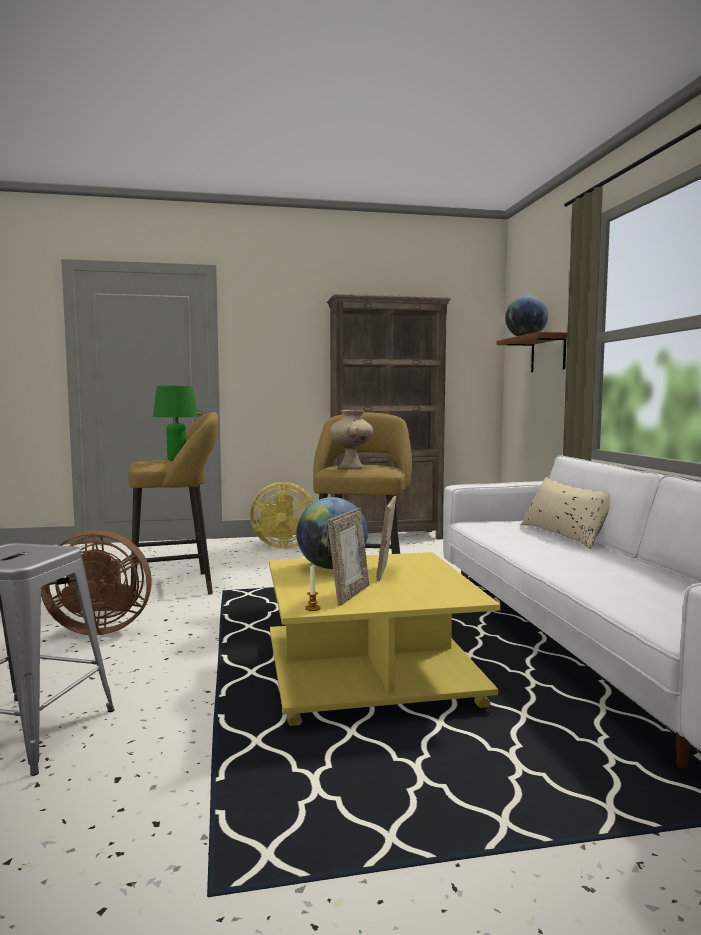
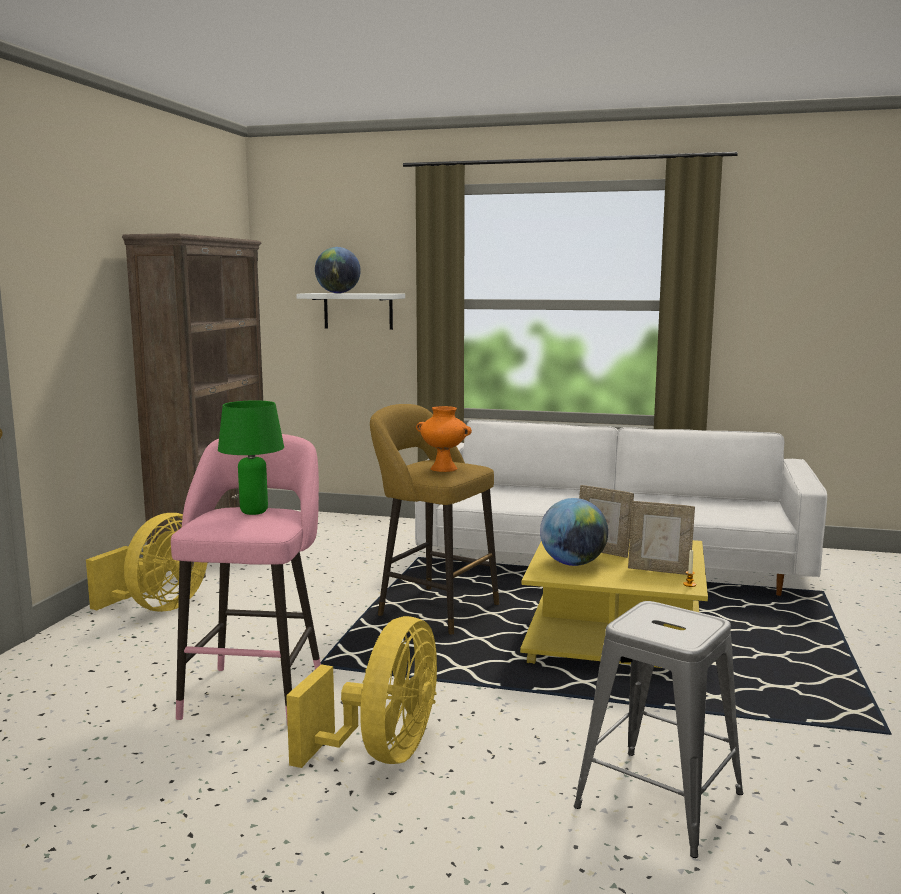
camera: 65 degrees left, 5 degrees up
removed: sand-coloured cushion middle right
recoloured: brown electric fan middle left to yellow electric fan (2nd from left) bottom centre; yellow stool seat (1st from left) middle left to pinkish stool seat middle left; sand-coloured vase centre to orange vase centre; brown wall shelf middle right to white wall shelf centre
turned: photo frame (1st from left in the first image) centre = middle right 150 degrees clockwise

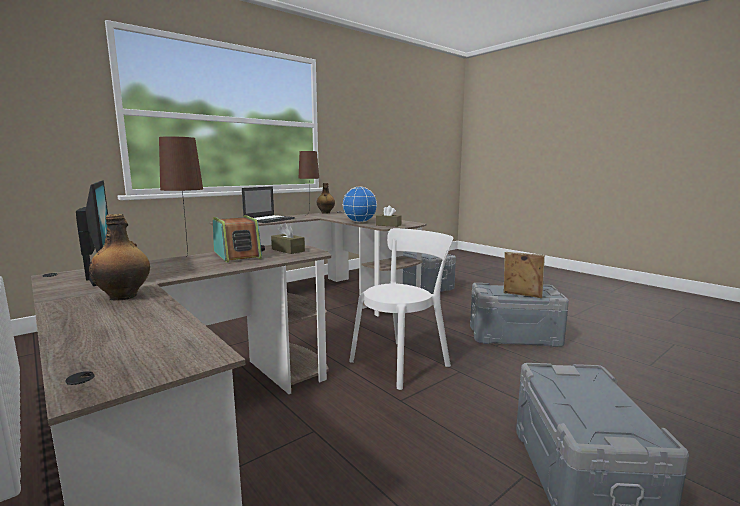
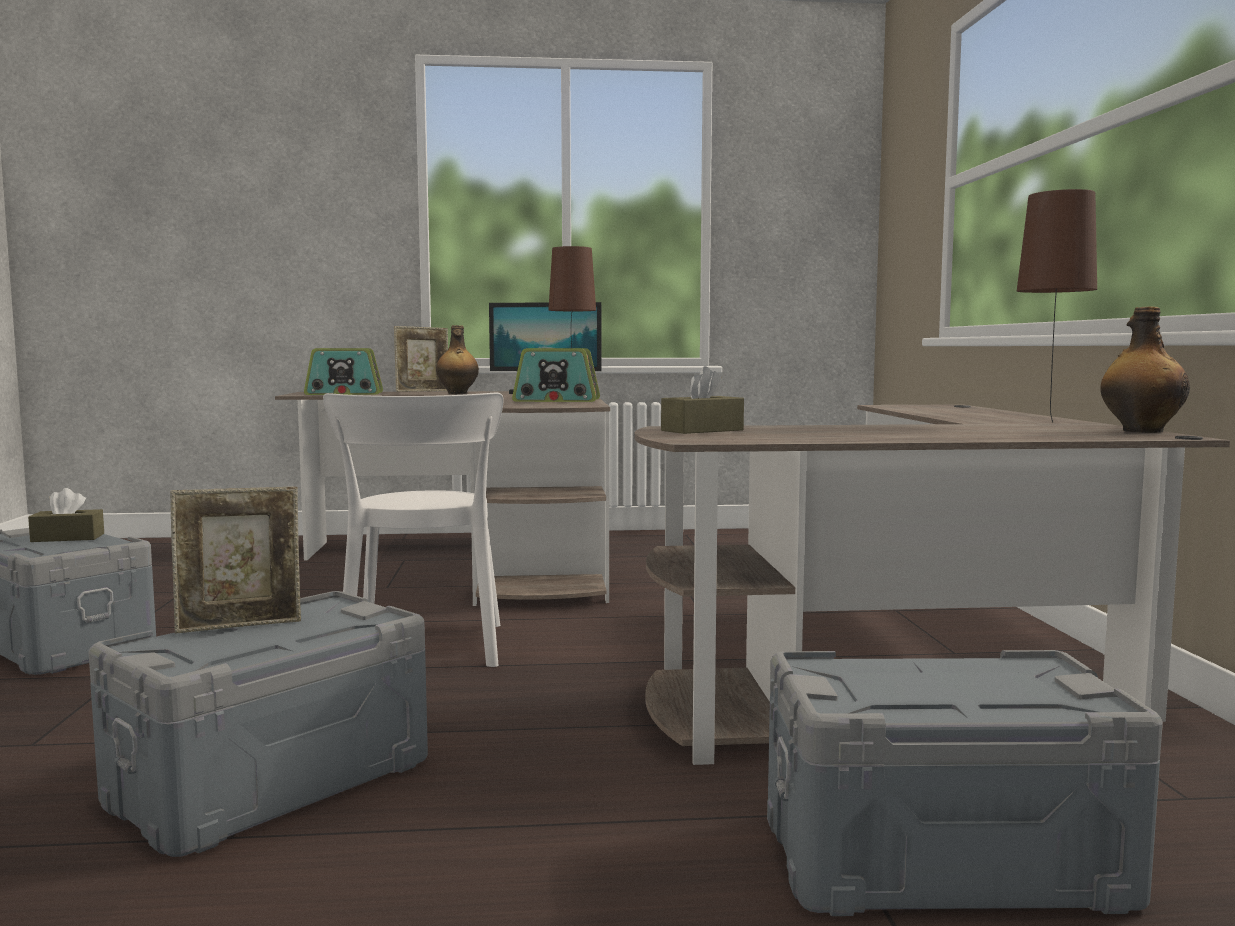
camera: 125 degrees right, 5 degrees down
removed: portable computer centre; world globe centre
added: radio set (1st from left) middle left; photo frame (2nd from left) centre
moved: brown box of tissues (1st from left) centre to middle left

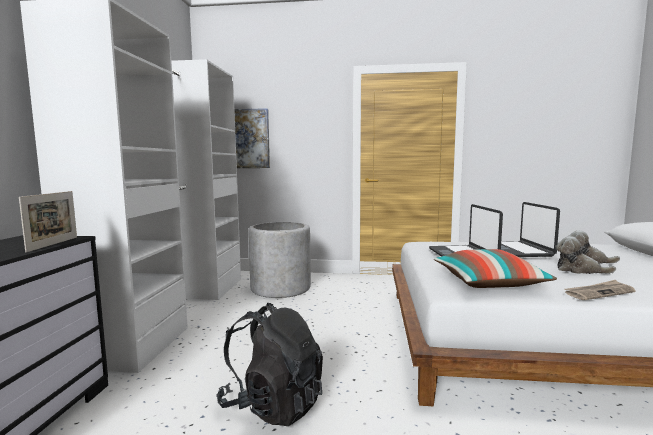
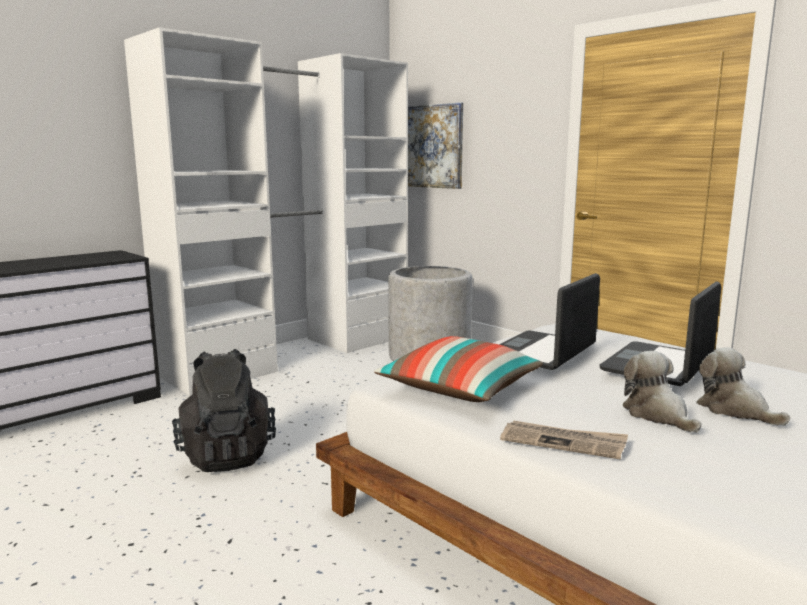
camera: 40 degrees right, 5 degrees up
removed: photo frame middle left

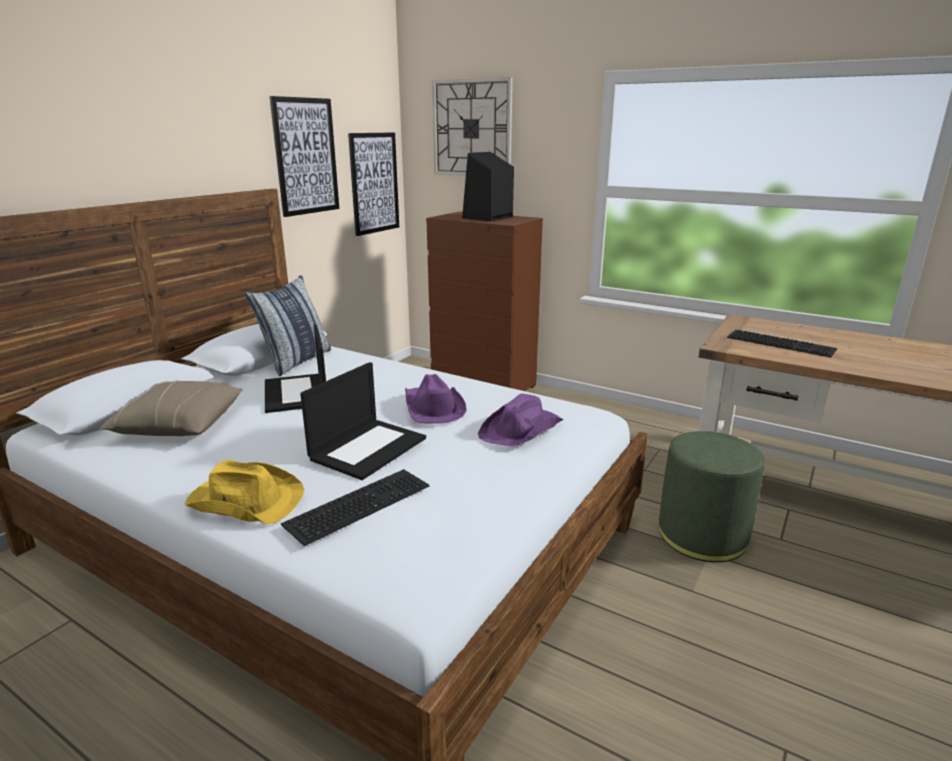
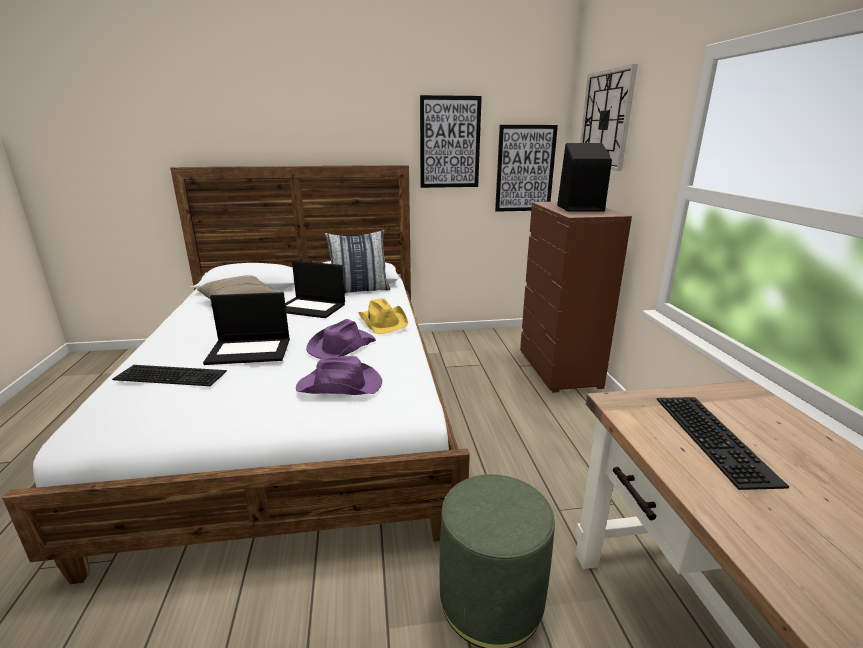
camera: 50 degrees right, 0 degrees up
moved: yellow wearable hat middle left to centre
turned: portable computer (1st from left in the first image) middle left = centre 105 degrees counterclockwise

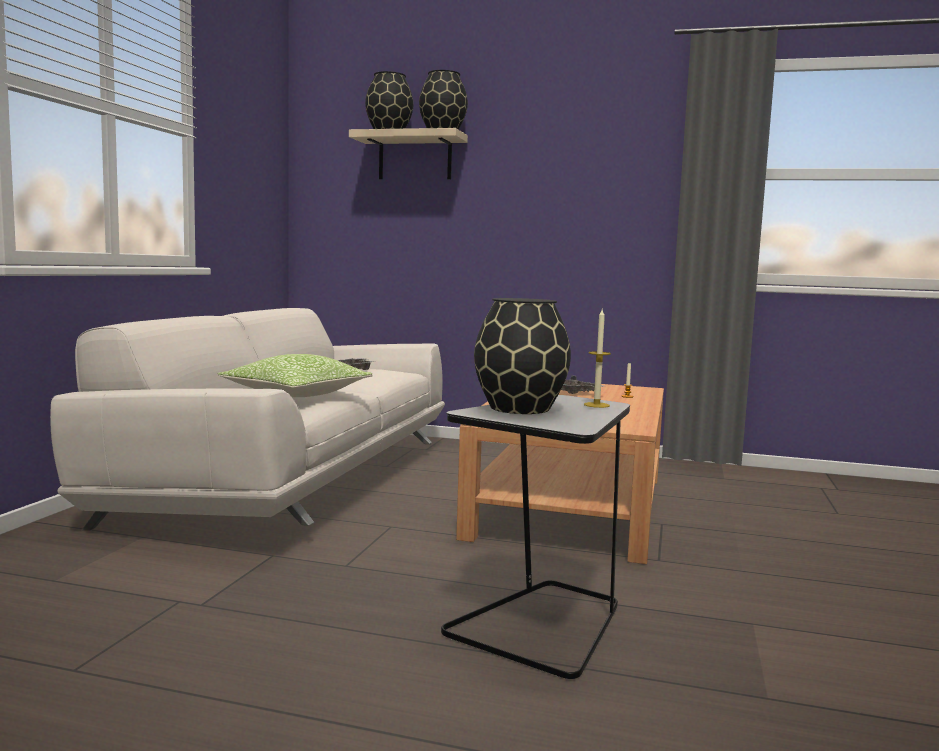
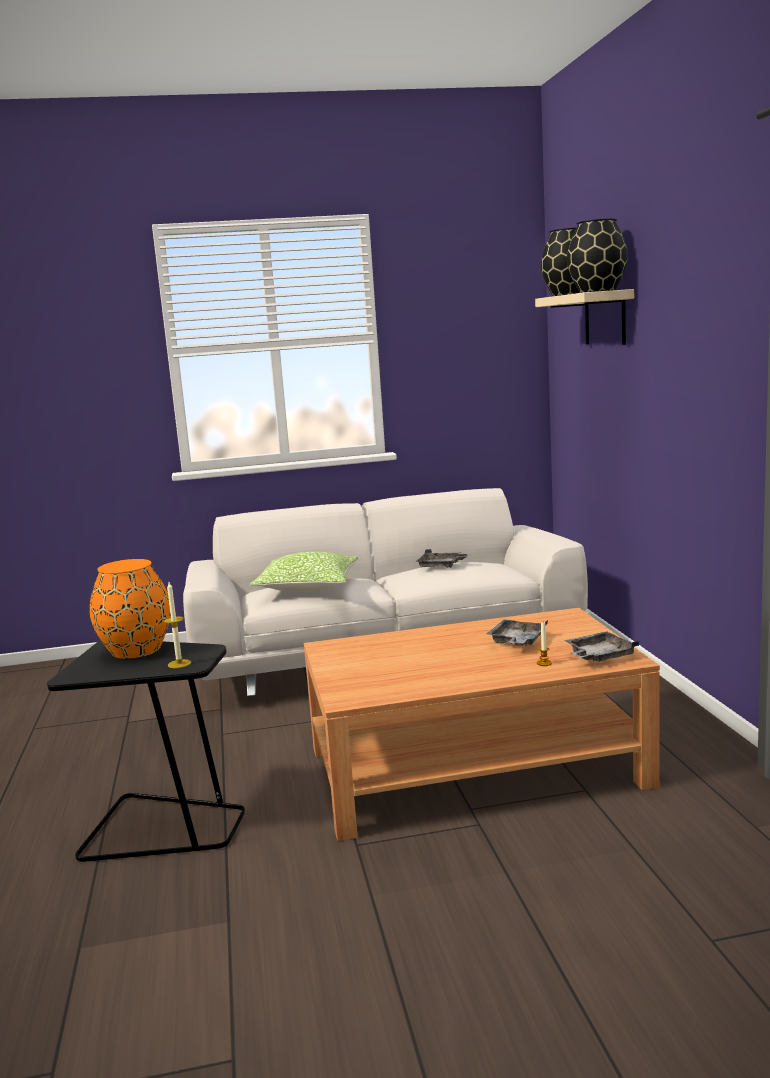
camera: 65 degrees right, 5 degrees up
added: greyish tray (3rd from left) middle right
recoloured: black vase (3rd from left) centre to orange vase middle left

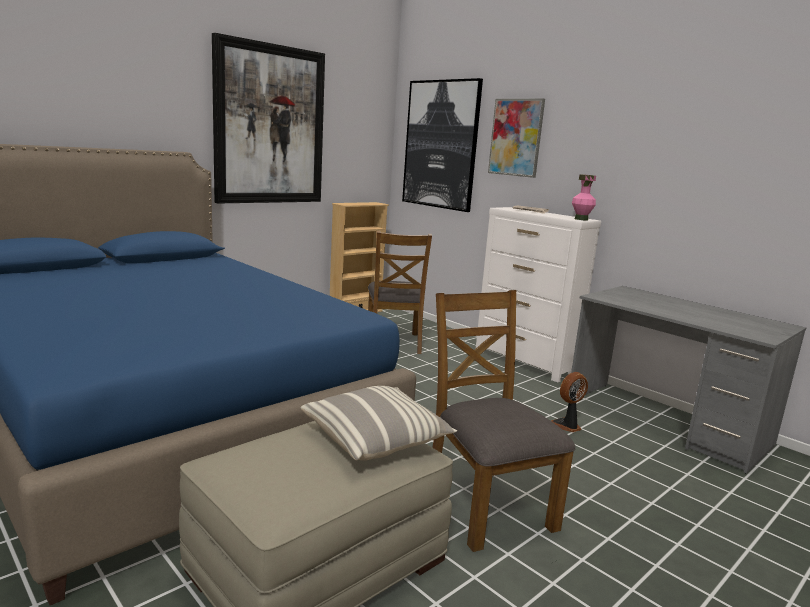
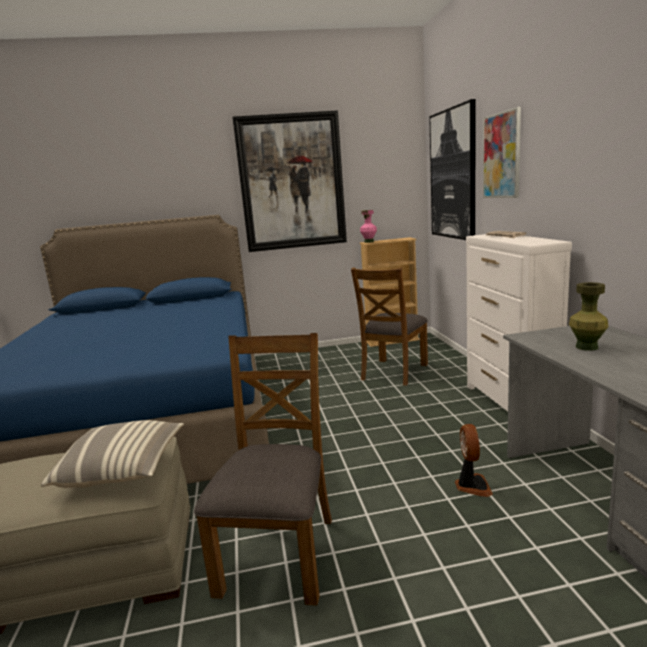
camera: 35 degrees right, 0 degrees up
added: greenish vase middle right
moved: pinkish vase top right to centre
turned: electric fan middle right = bottom right 90 degrees clockwise

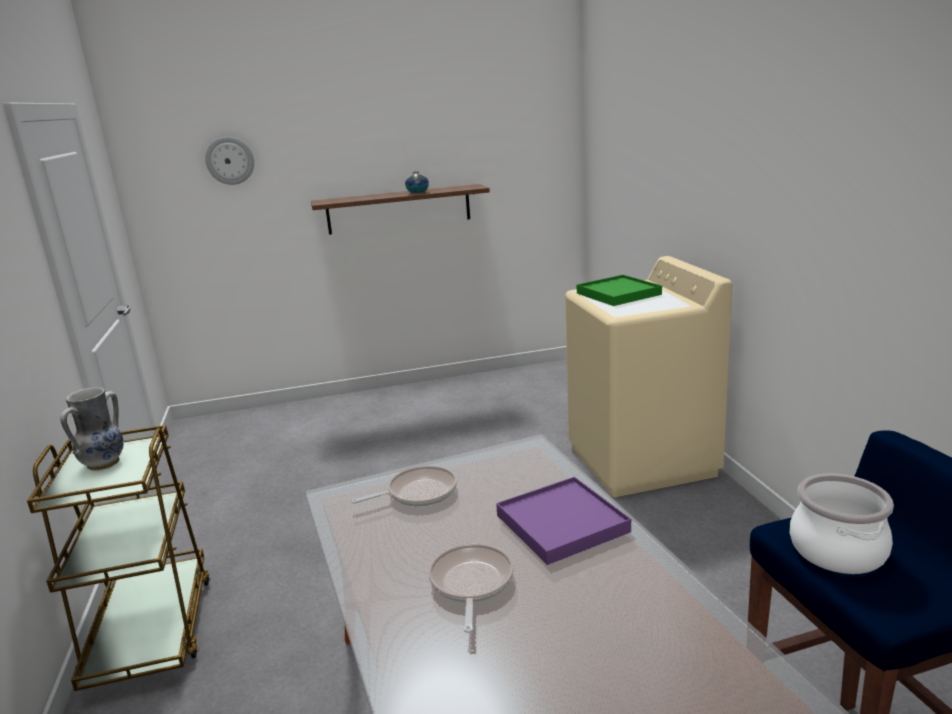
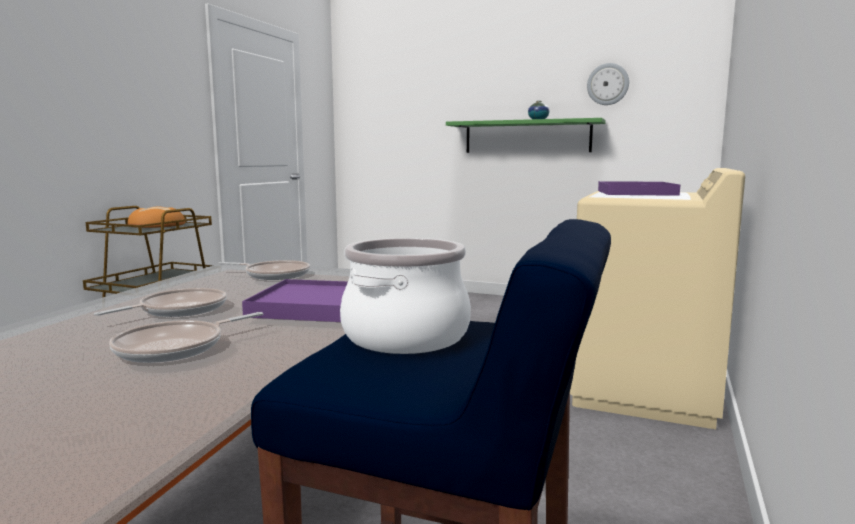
camera: 35 degrees right, 10 degrees down
added: frying pan (2nd from left) middle left
moved: clock on the wall top left to top right
replaced: vase (1st from left) middle left to baked bread middle left
recoloured: brown wall shelf top centre to greenish wall shelf top centre; greenish tray centre to purple tray (2nd from left) middle right

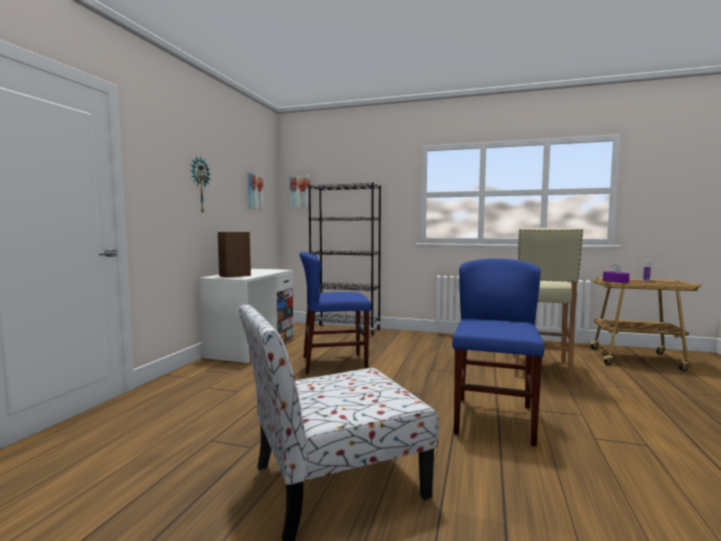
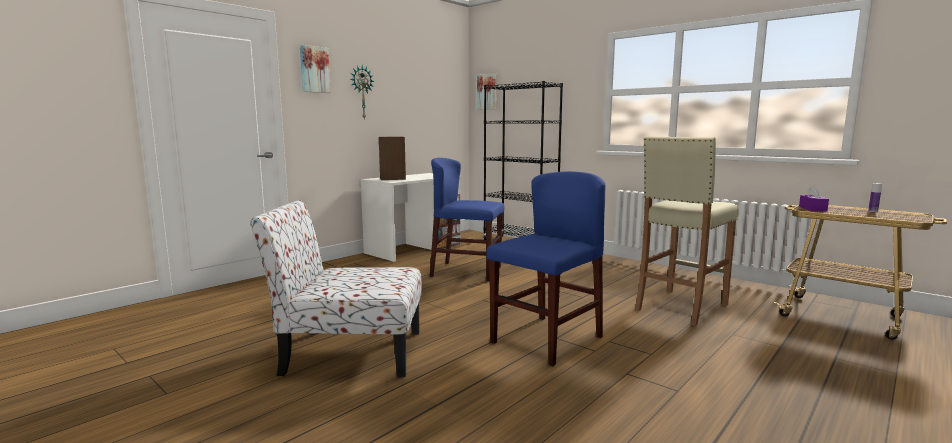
camera: 25 degrees right, 5 degrees up
moved: wall art (1st from left) centre to top left

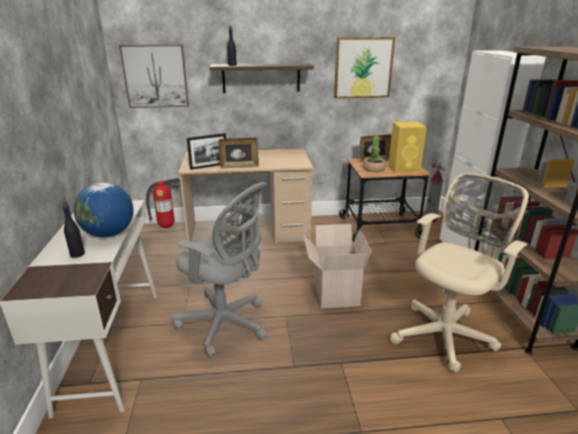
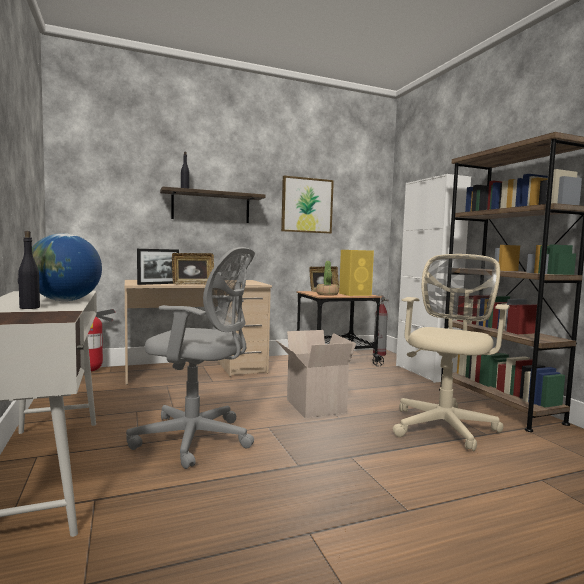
camera: 15 degrees left, 20 degrees down
removed: wall art (1st from left) top left

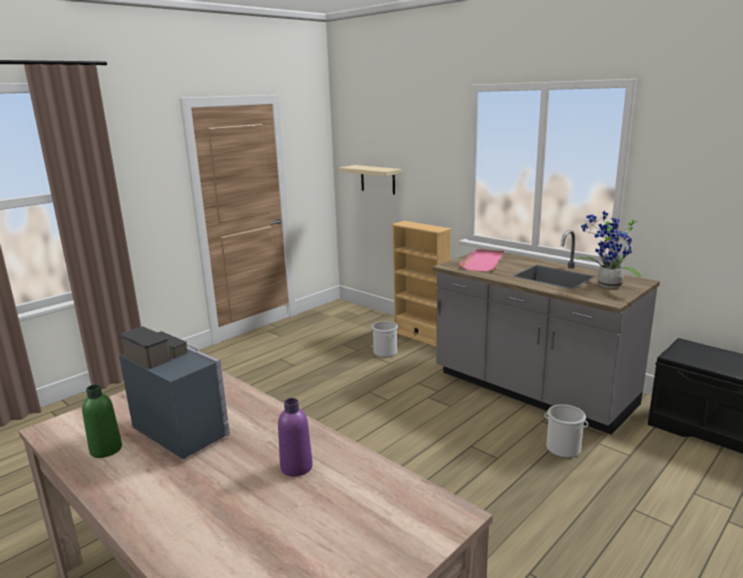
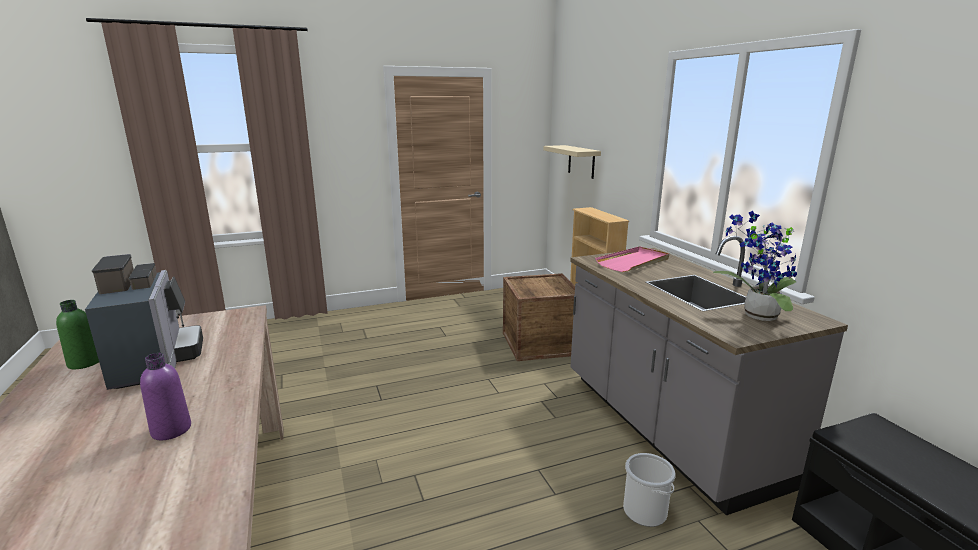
camera: 25 degrees right, 0 degrees up
replaced: bucket (1st from left) centre to shipping crate centre

